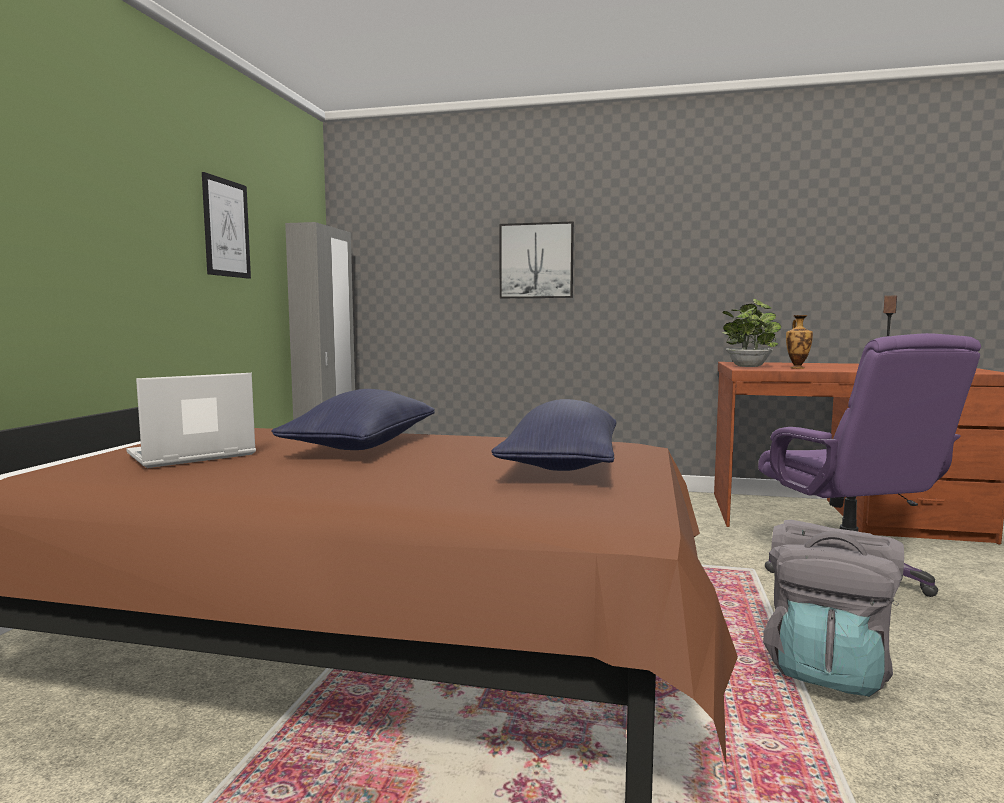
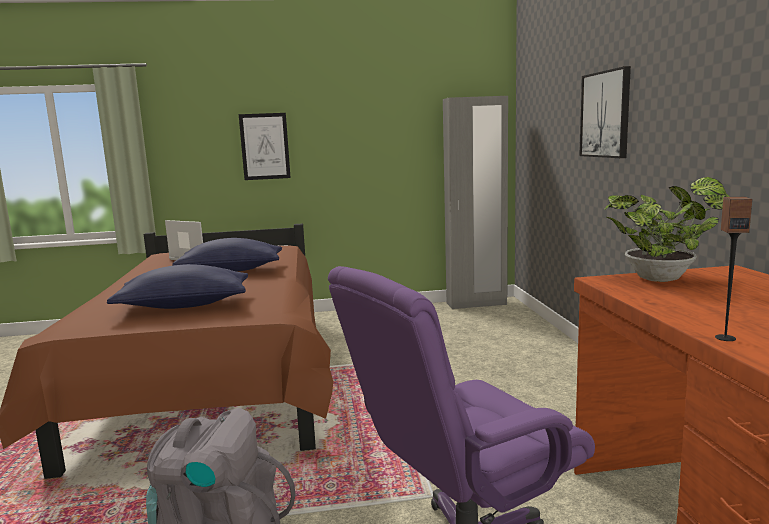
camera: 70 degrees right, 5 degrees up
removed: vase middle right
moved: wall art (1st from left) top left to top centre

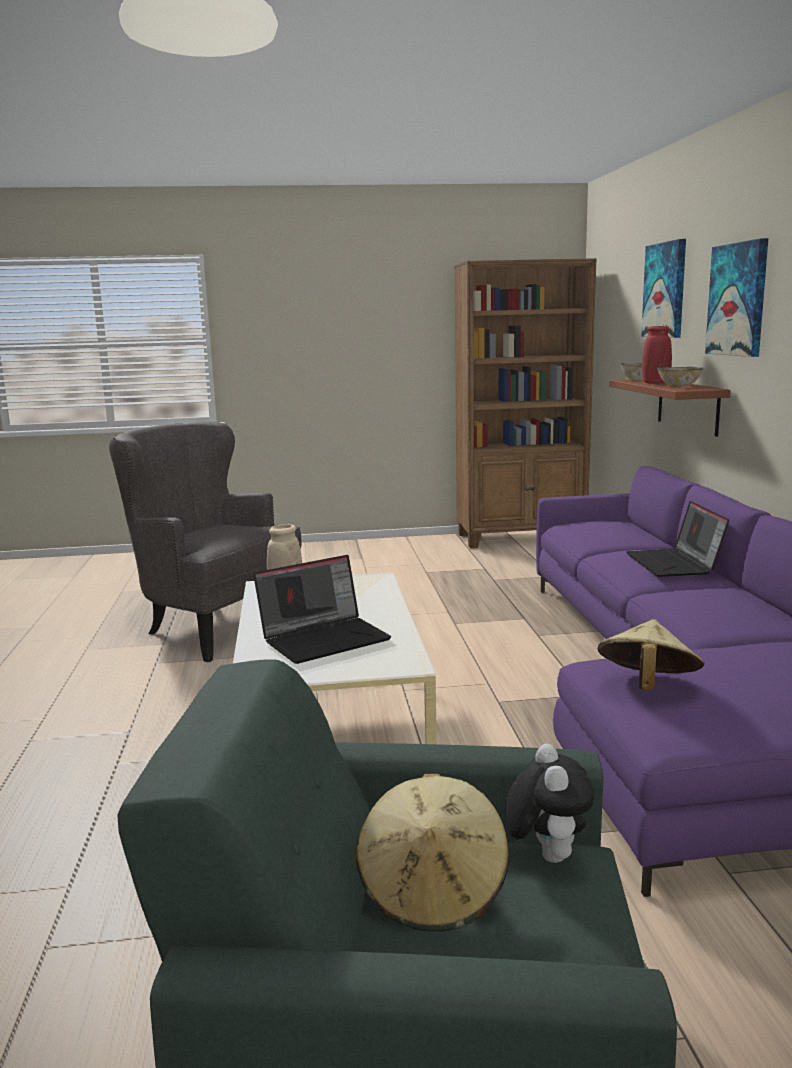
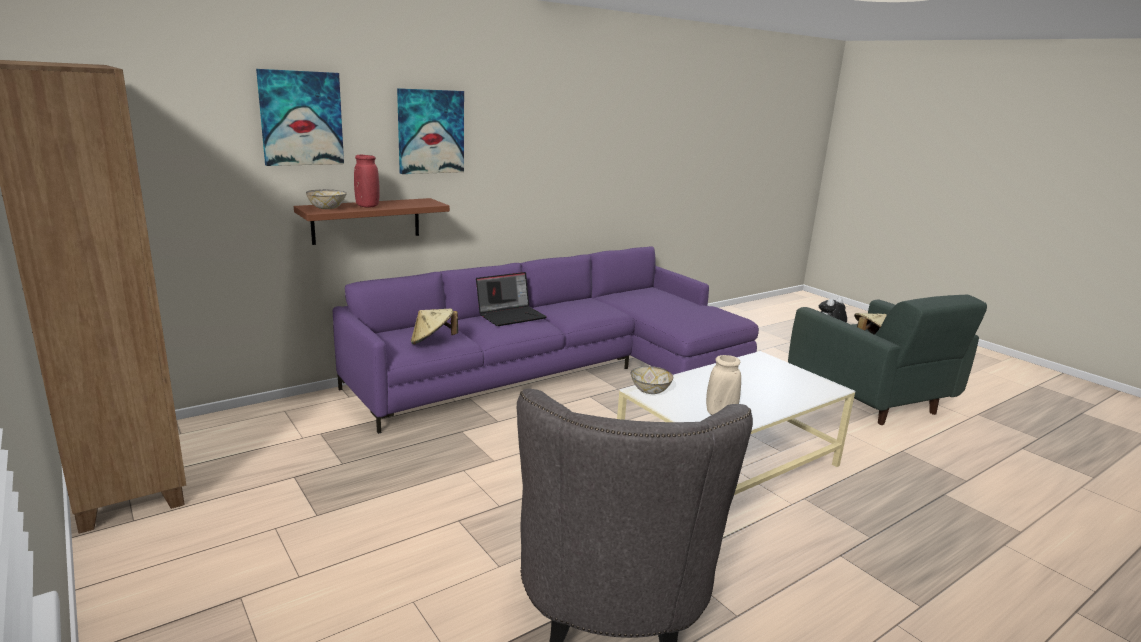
camera: 120 degrees left, 5 degrees up
removed: portable computer (1st from left) centre
moved: sand-coloured wearable hat (2nd from left in the first image) middle right to sand-coloured wearable hat (1st from left) centre; bowl (2nd from left) middle right to centre

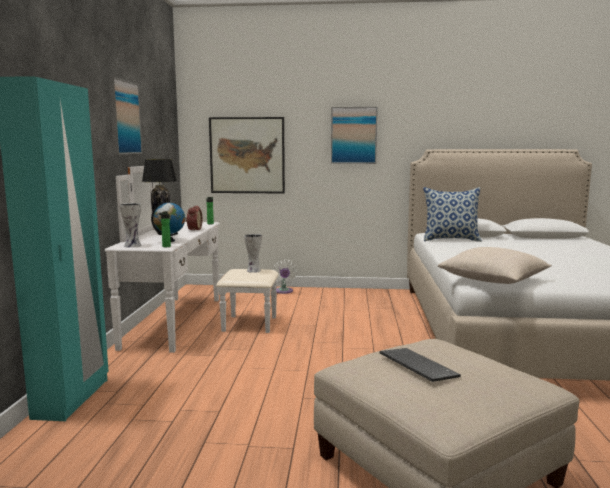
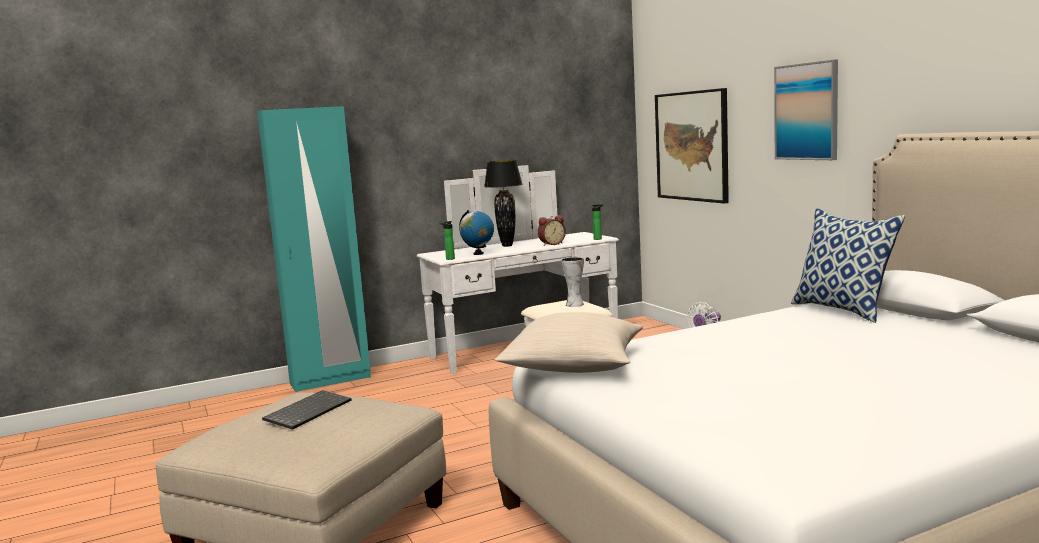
camera: 60 degrees right, 0 degrees up
removed: wall art (1st from left) top left; vase (1st from left) middle left

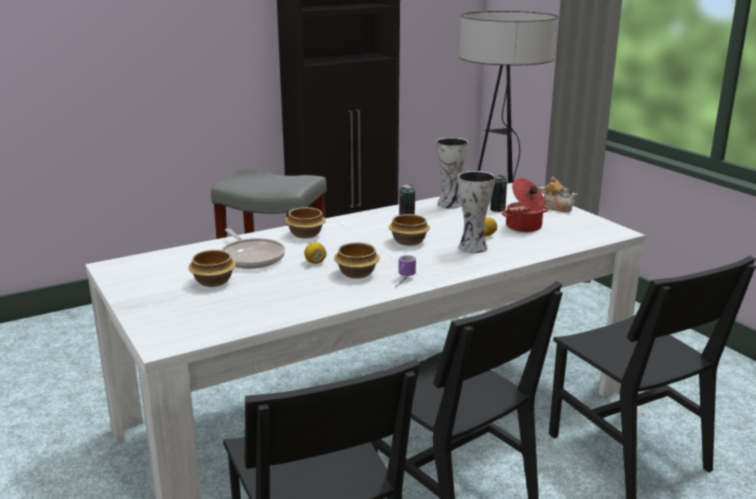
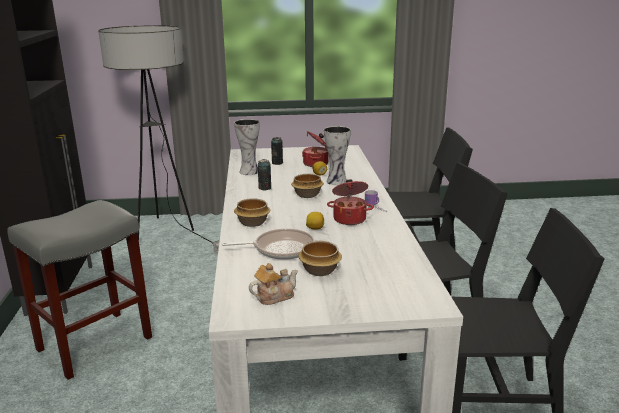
camera: 65 degrees left, 0 degrees up
moved: teapot middle right to bottom centre
replaced: bowl (3rd from left) centre to saucepot (2nd from left) centre

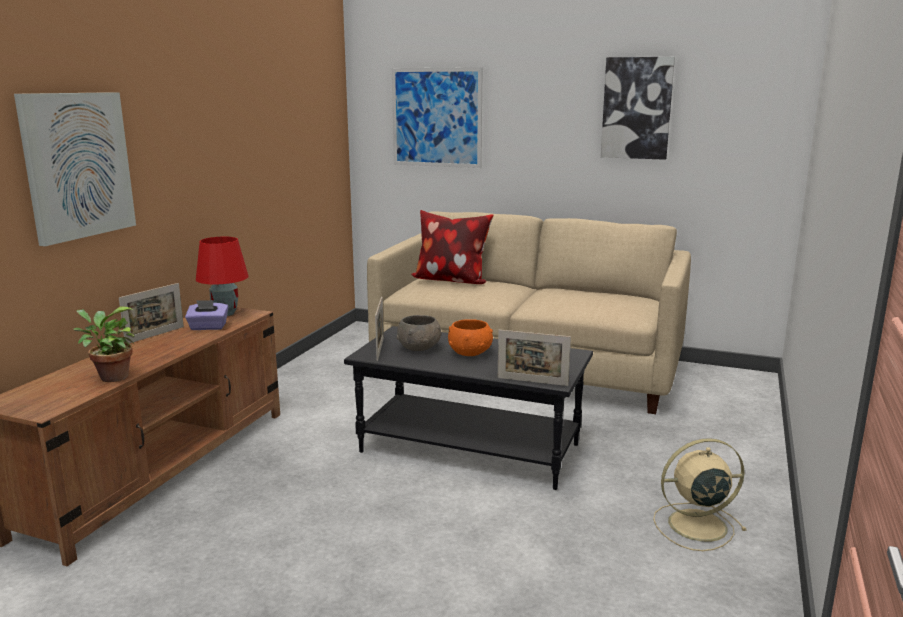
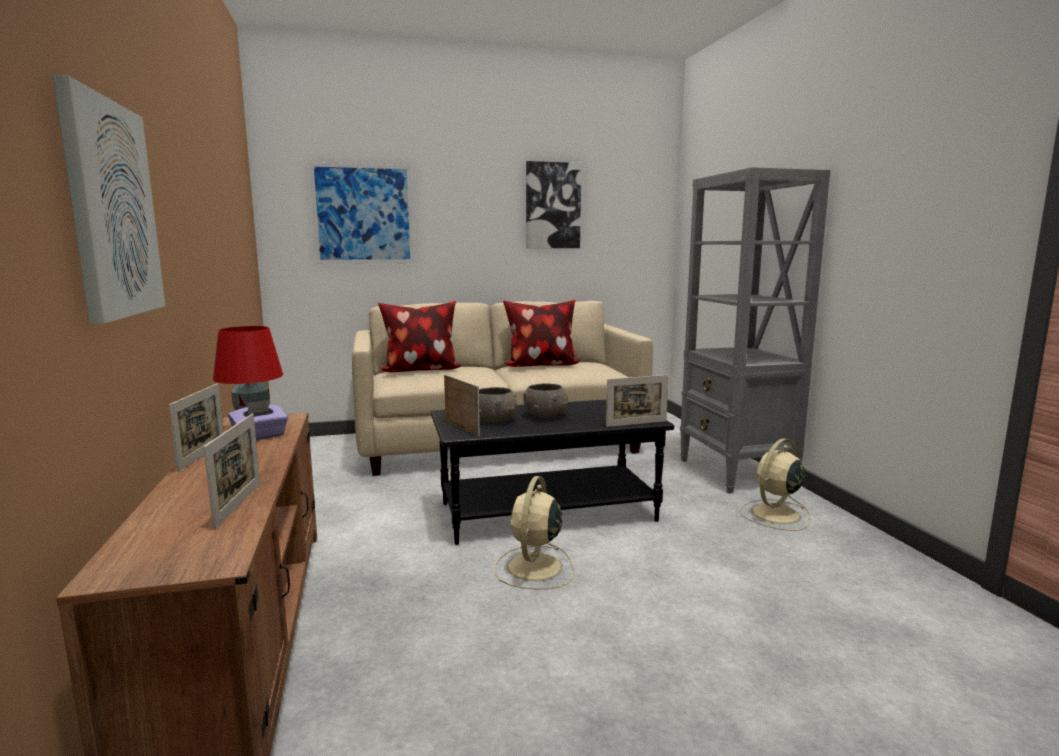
camera: 35 degrees left, 5 degrees down
added: sand-coloured electric fan (1st from left) bottom centre; cushion (2nd from left) centre; greyish bookshelf middle right
replaced: houseplant middle left to photo frame (2nd from left) middle left
recoloured: orange bowl centre to greyish bowl (2nd from left) centre

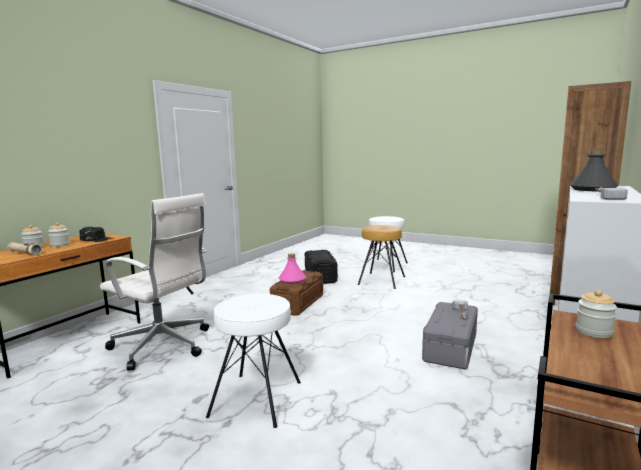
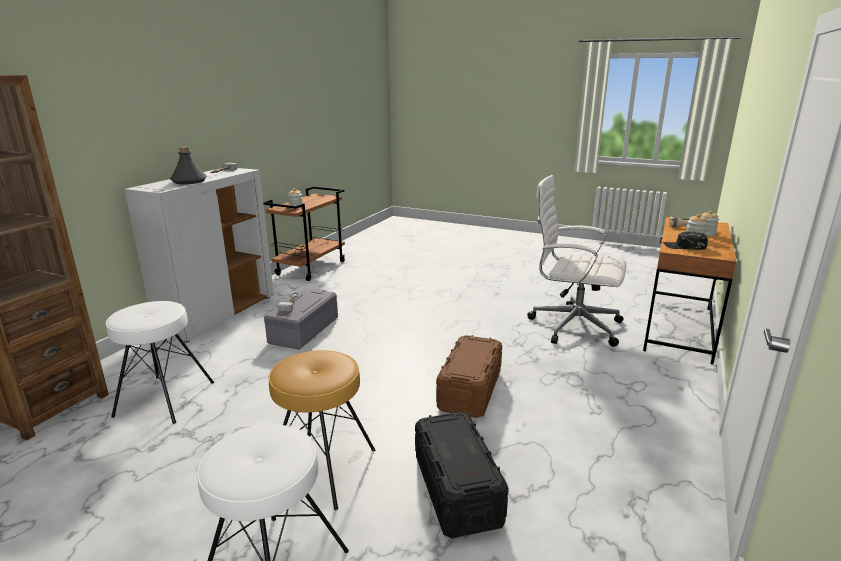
camera: 175 degrees right, 10 degrees up
removed: pinkish drink bottle centre
moved: white stool seat (1st from left) bottom centre to middle left

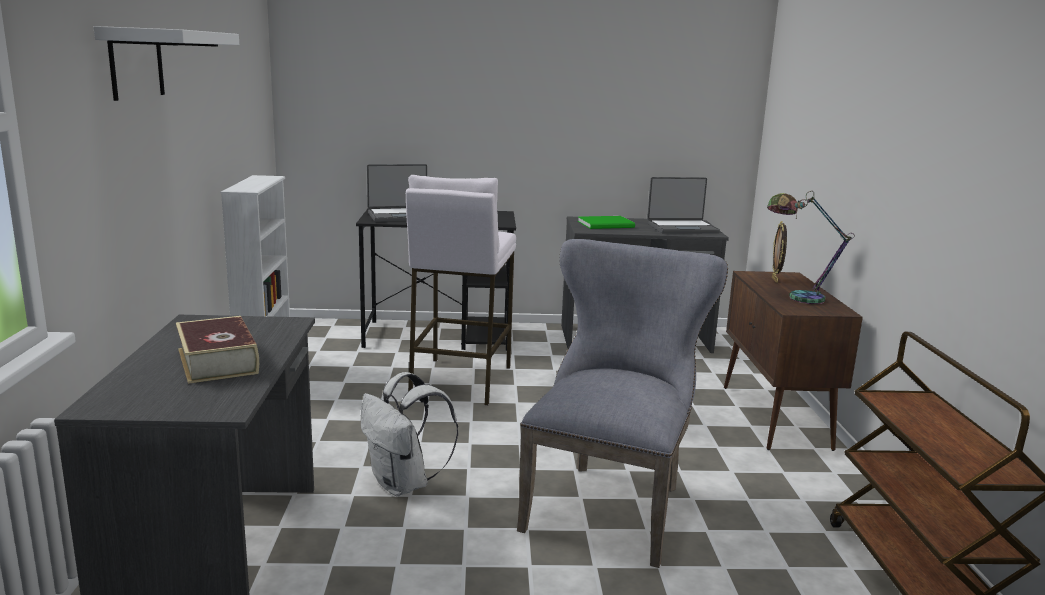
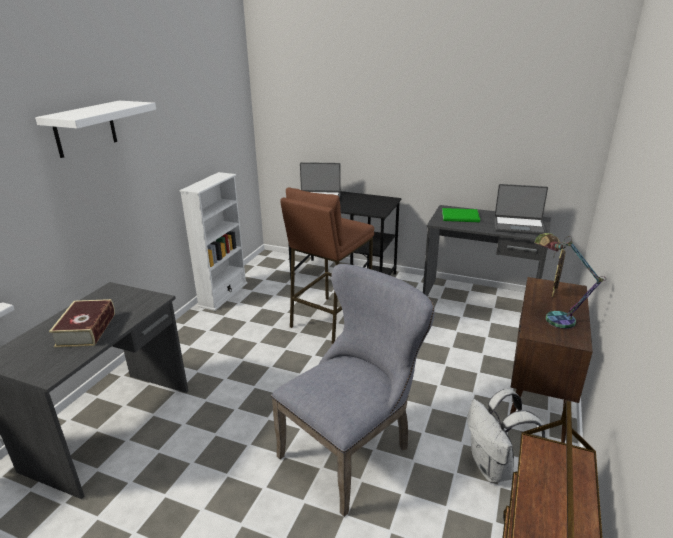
camera: 25 degrees right, 10 degrees up
moved: white rucksack bottom centre to bottom right
recoloured: white stool seat centre to brown stool seat centre

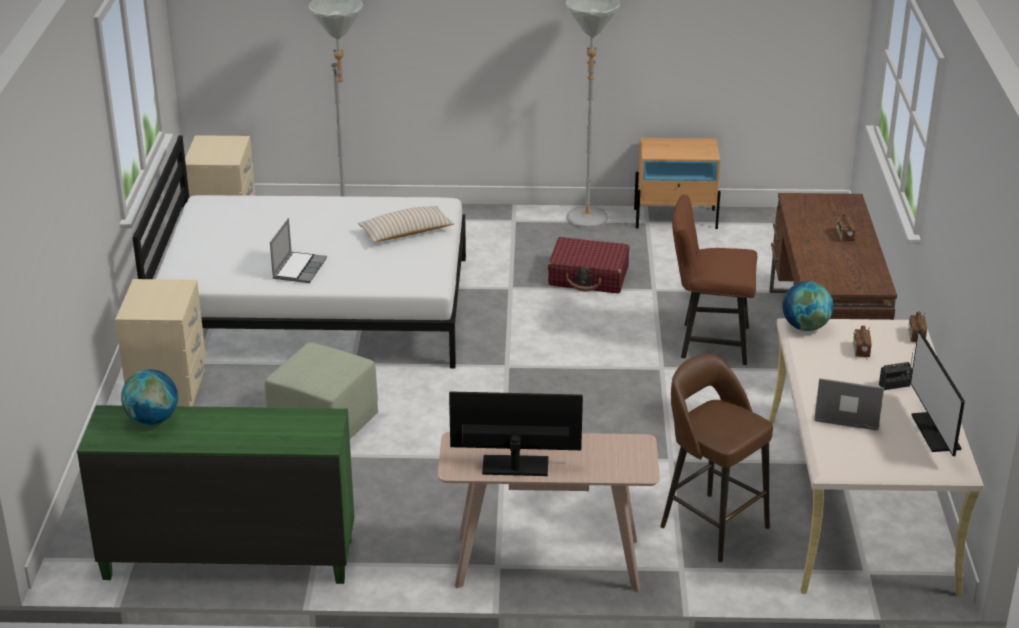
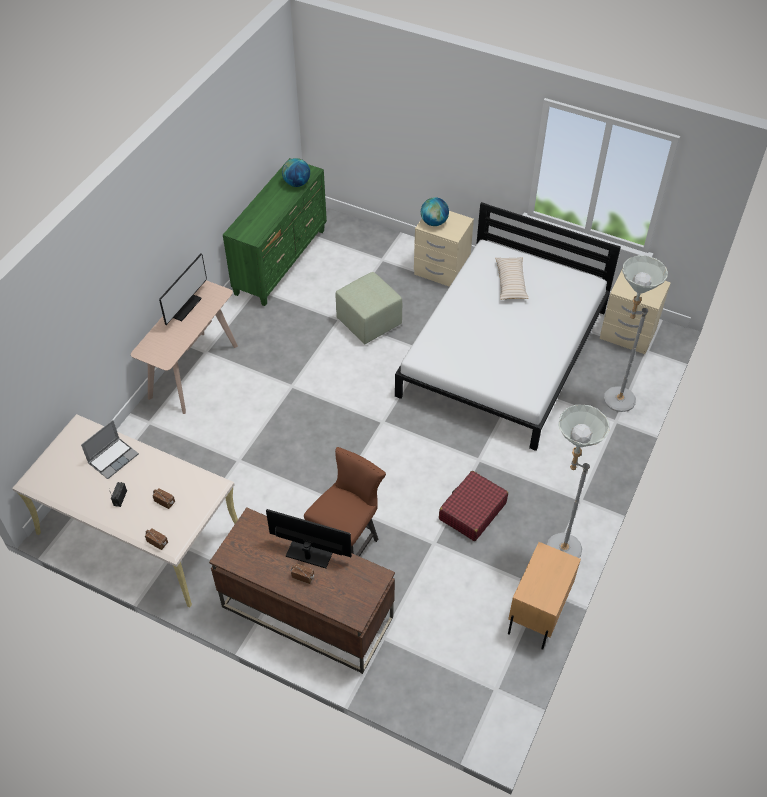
camera: 115 degrees right, 20 degrees up
removed: portable computer (1st from left) middle left; brown stool seat bottom right
moved: sand-coloured cushion centre to middle right; world globe (2nd from left) middle right to top centre; computer display (2nd from left) middle right to bottom centre

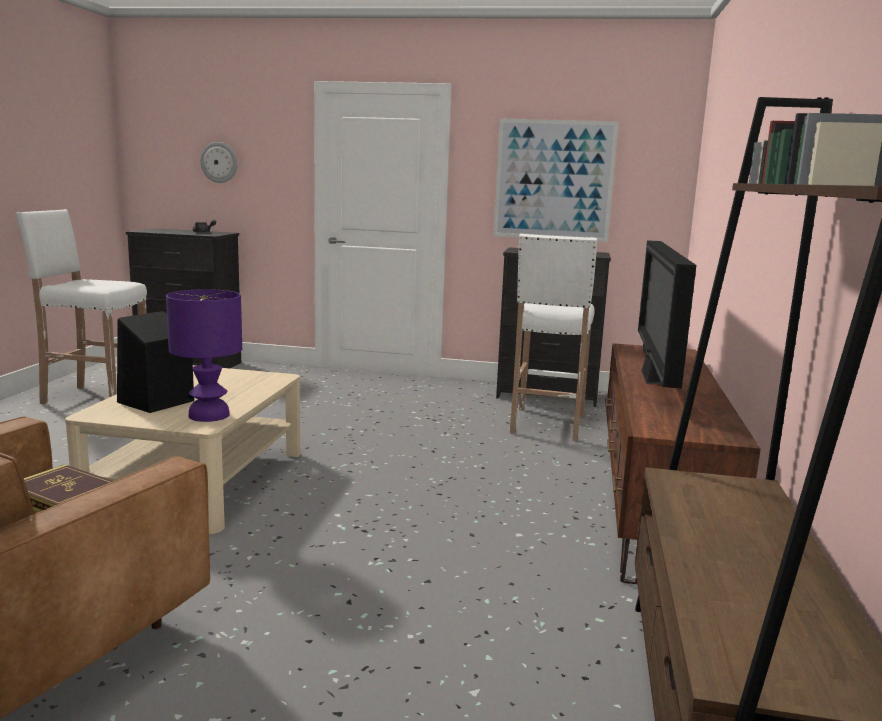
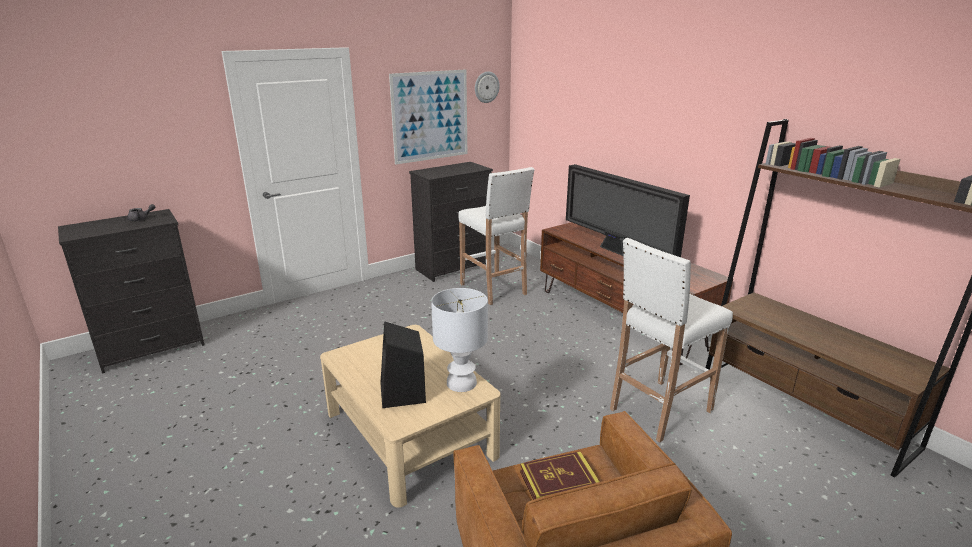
camera: 45 degrees left, 10 degrees up
moved: white stool seat (1st from left in the first image) middle left to white stool seat (2nd from left) middle right; clock on the wall top left to top centre
recoloured: purple lamp for a table middle left to white lamp for a table centre

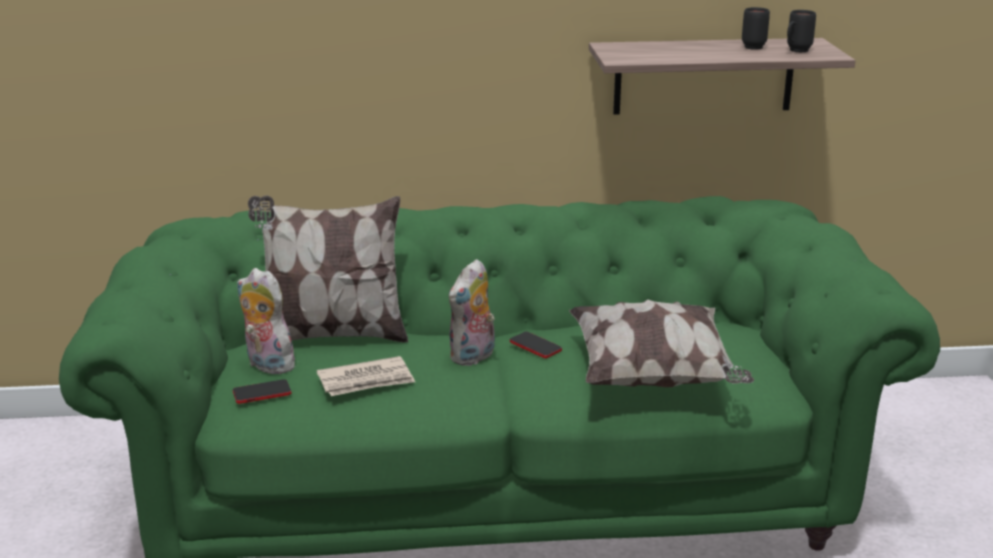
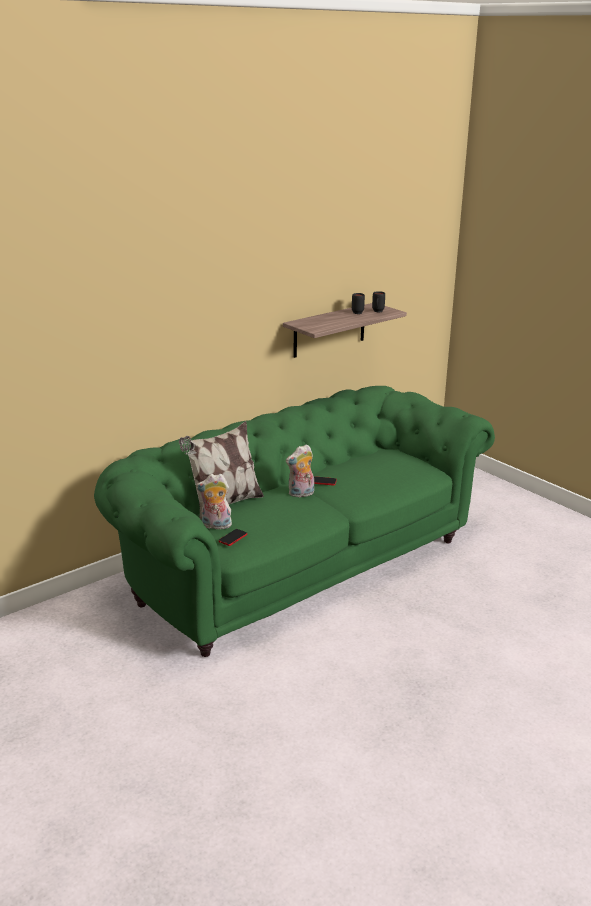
camera: 35 degrees left, 0 degrees up
removed: newspaper bottom centre; cushion (2nd from left) centre
turned: soft toy (2nd from left) centre = centre 60 degrees clockwise

